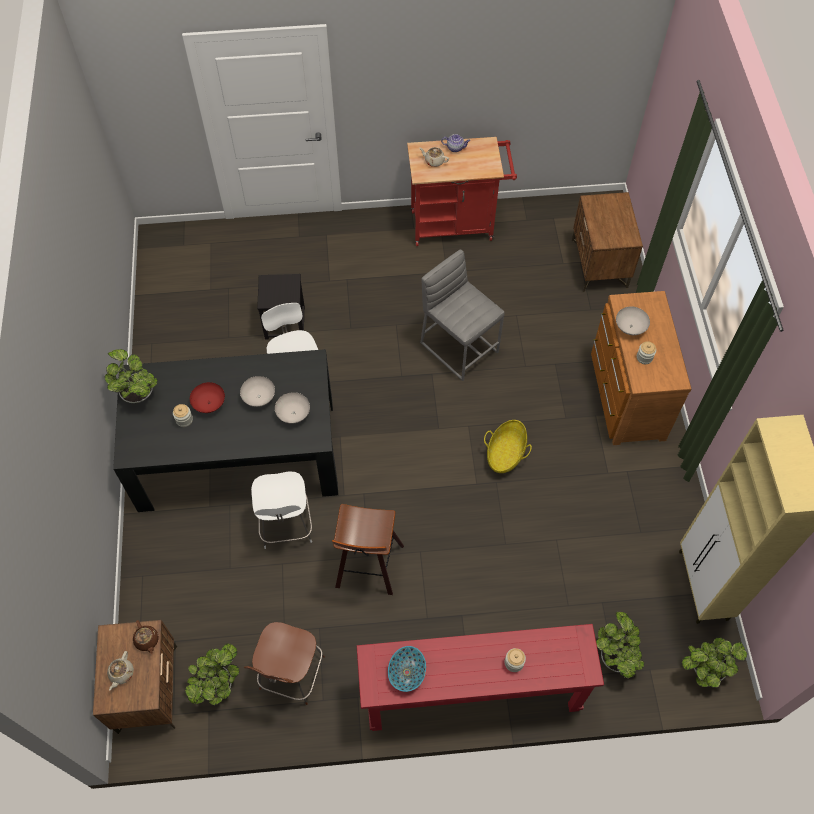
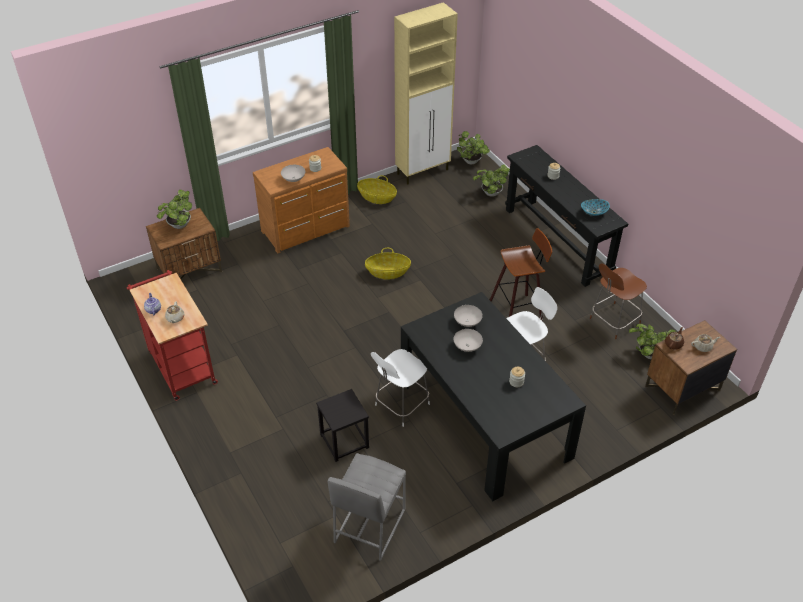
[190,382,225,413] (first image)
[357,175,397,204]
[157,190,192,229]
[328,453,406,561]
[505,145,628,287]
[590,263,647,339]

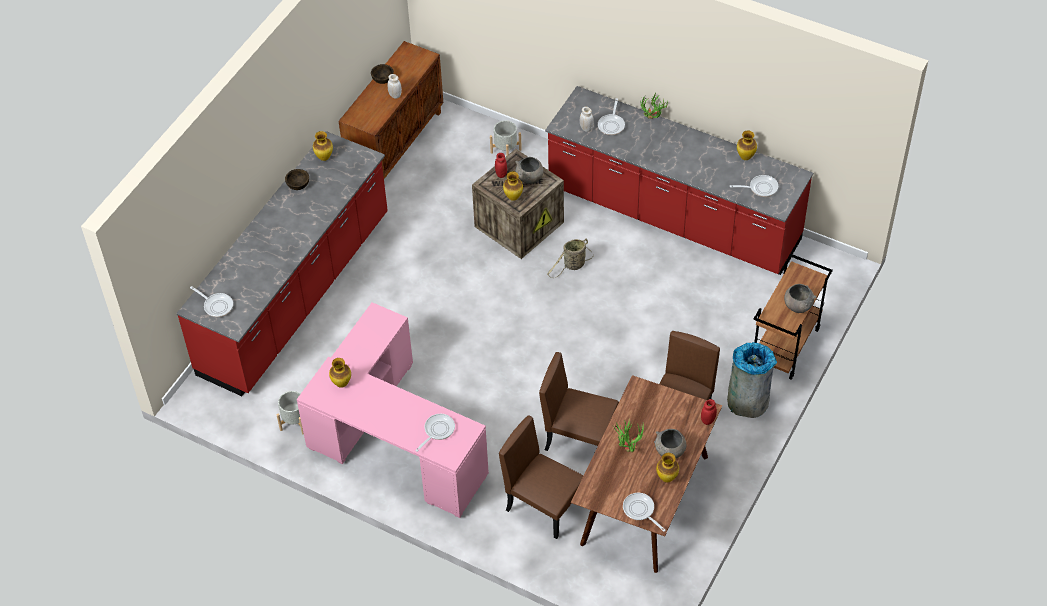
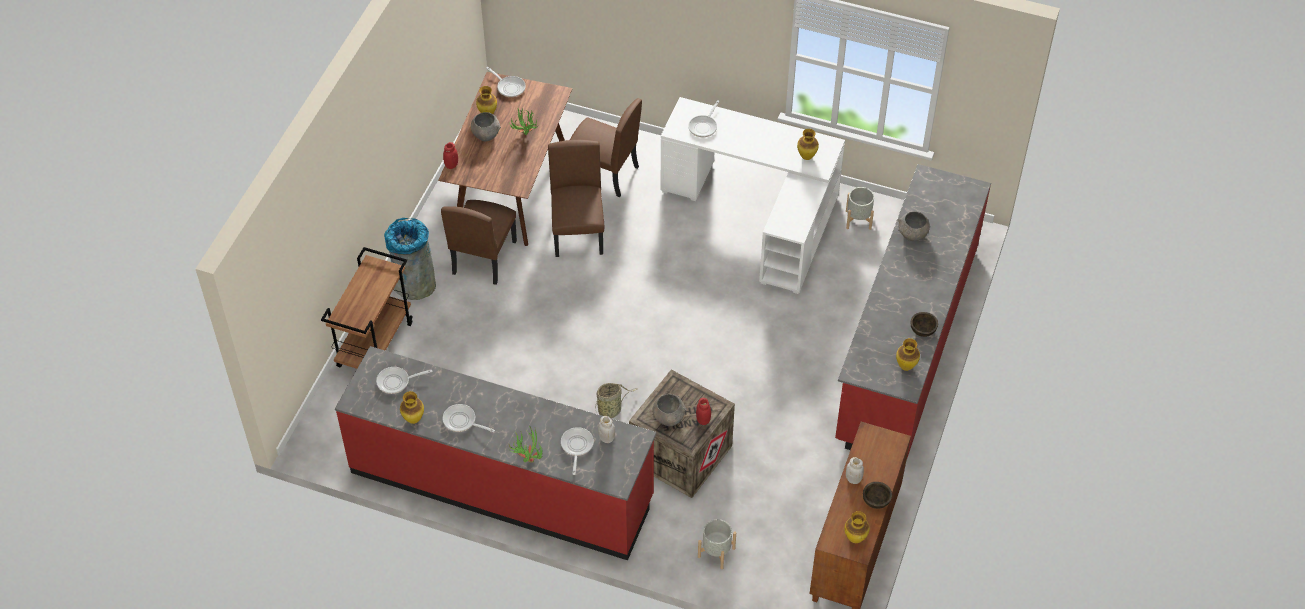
[443,404,495,432]
[844,511,870,543]
[898,211,930,241]
[660,97,845,294]
[548,140,604,257]

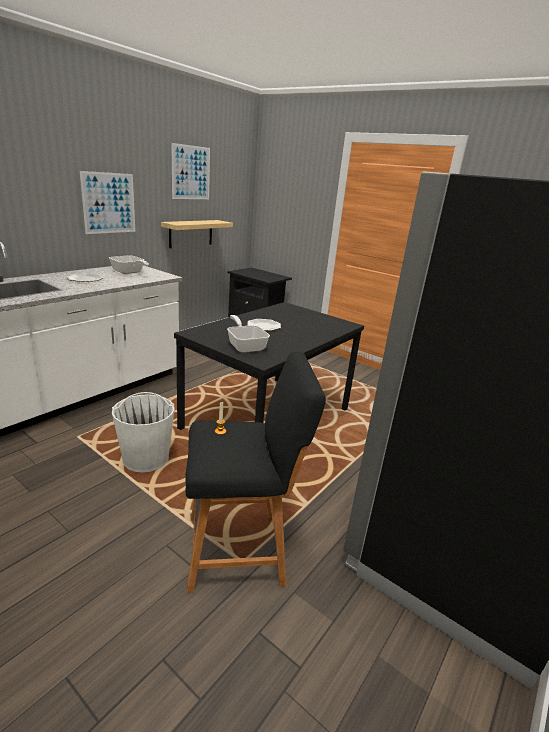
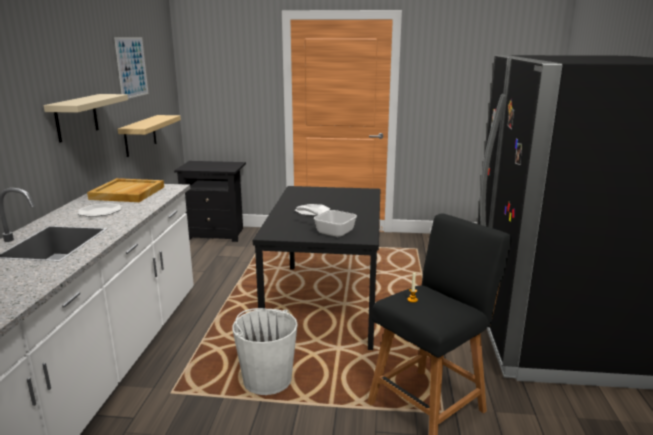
[44,94,128,143]
[87,178,164,202]

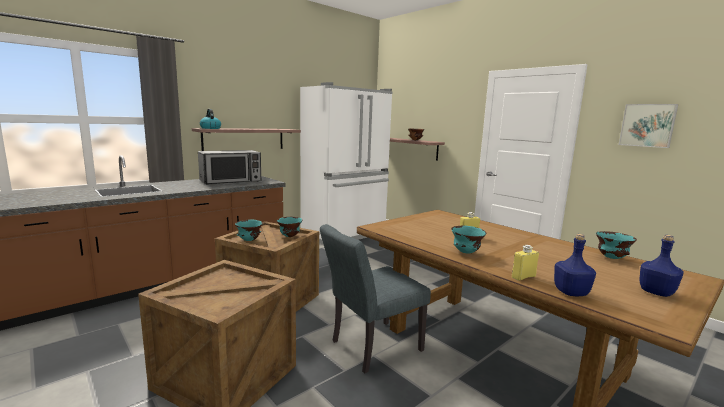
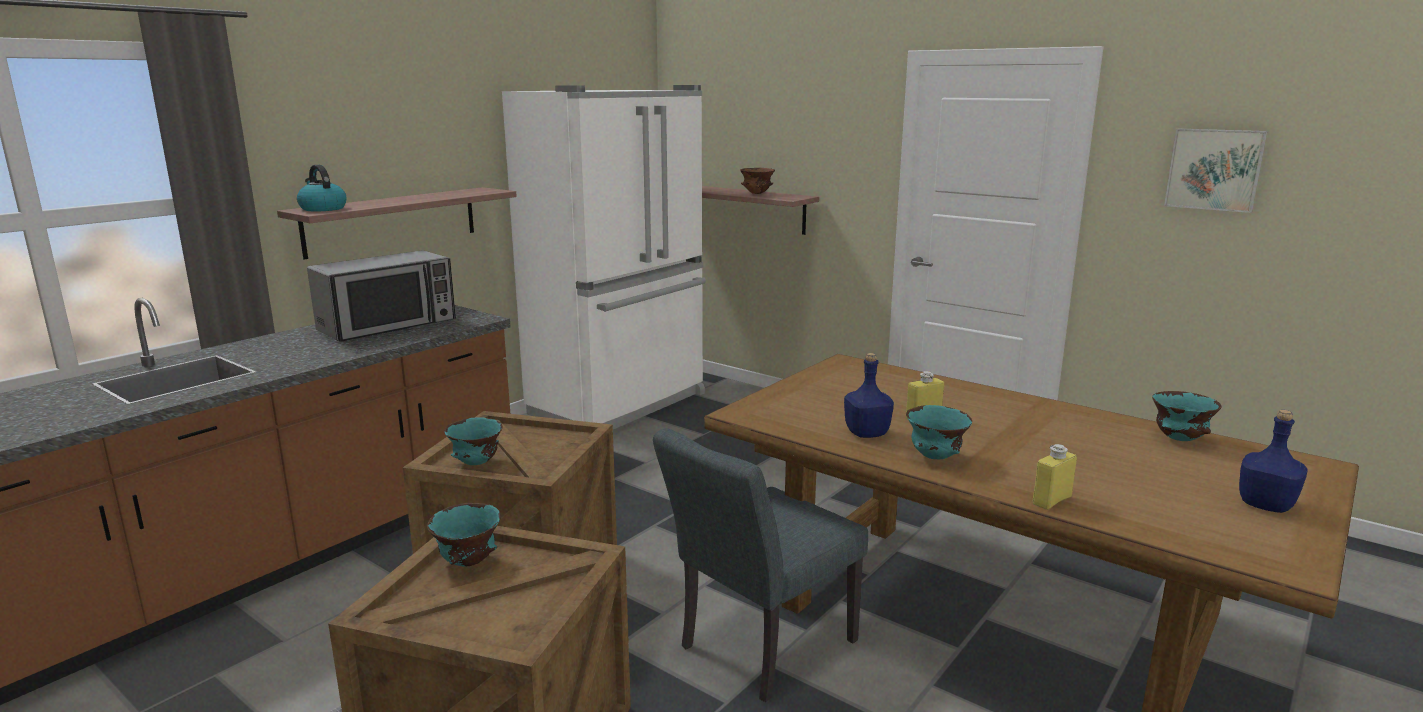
[427,503,501,566]
[844,353,894,438]

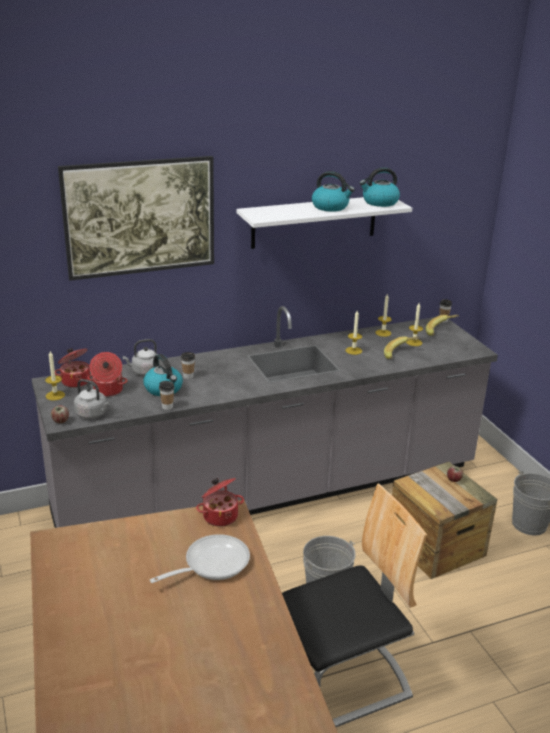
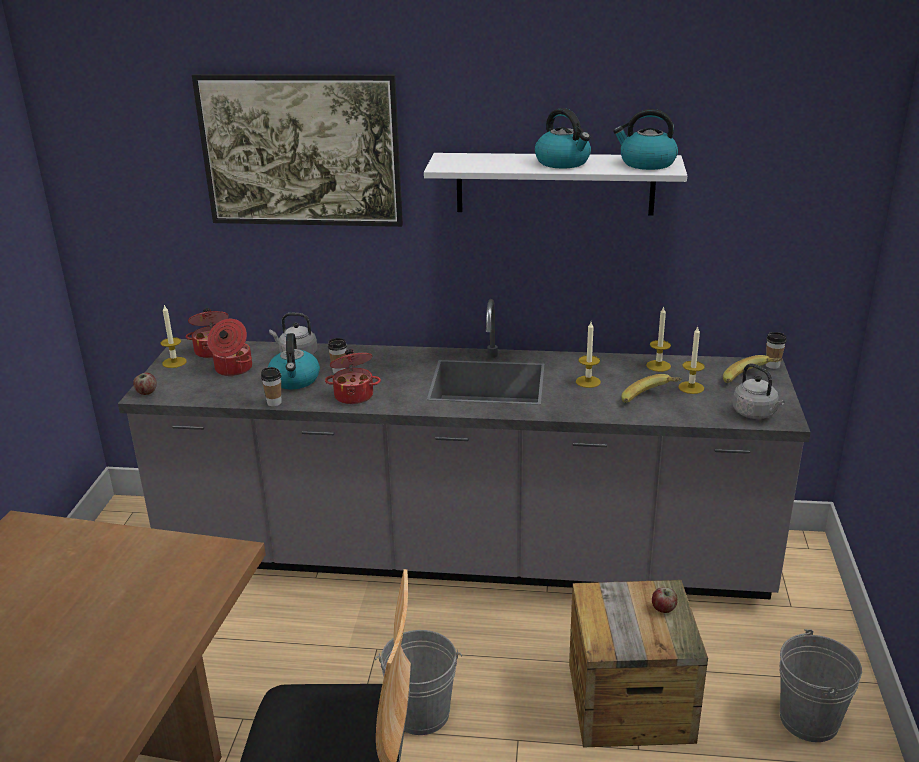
[150,534,250,583] (first image)
[733,363,785,419]
[325,349,381,404]

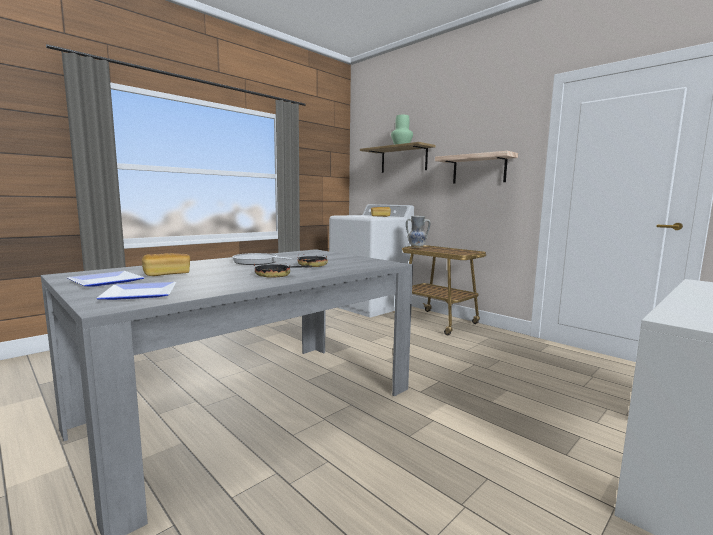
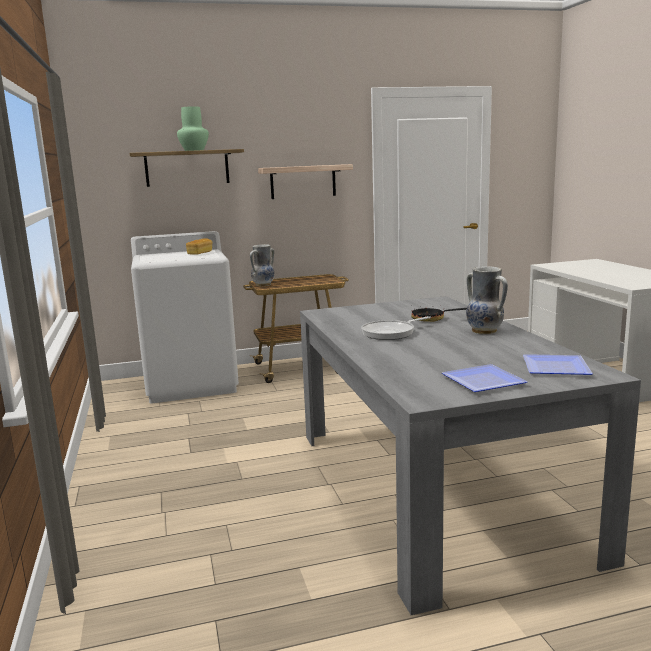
[142,253,190,276] (first image)
[466,266,508,334]

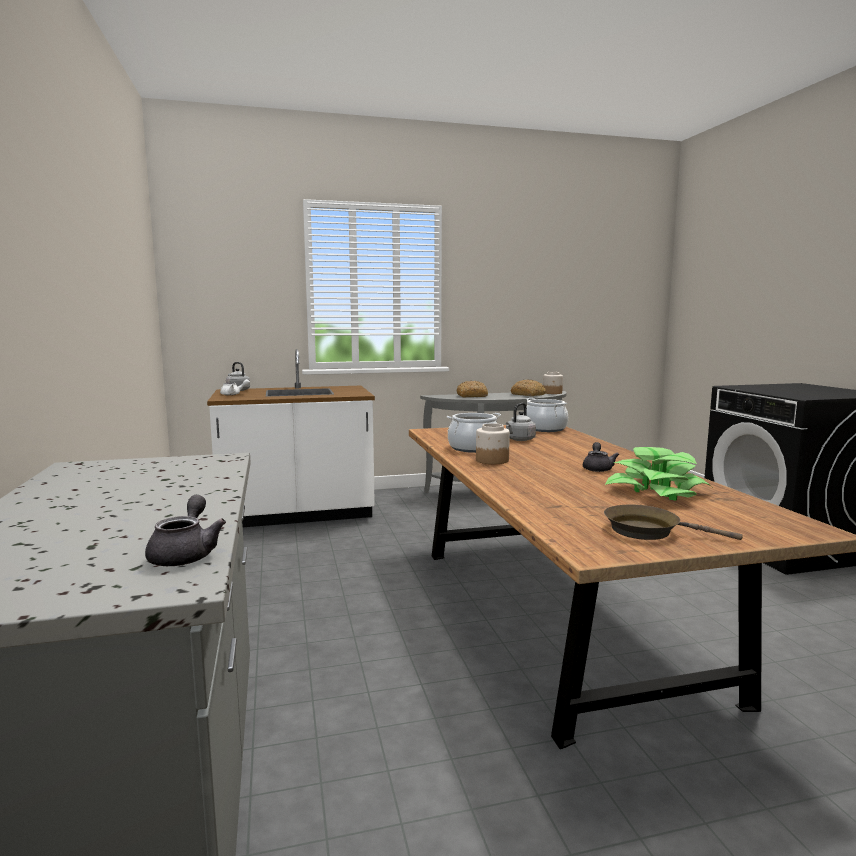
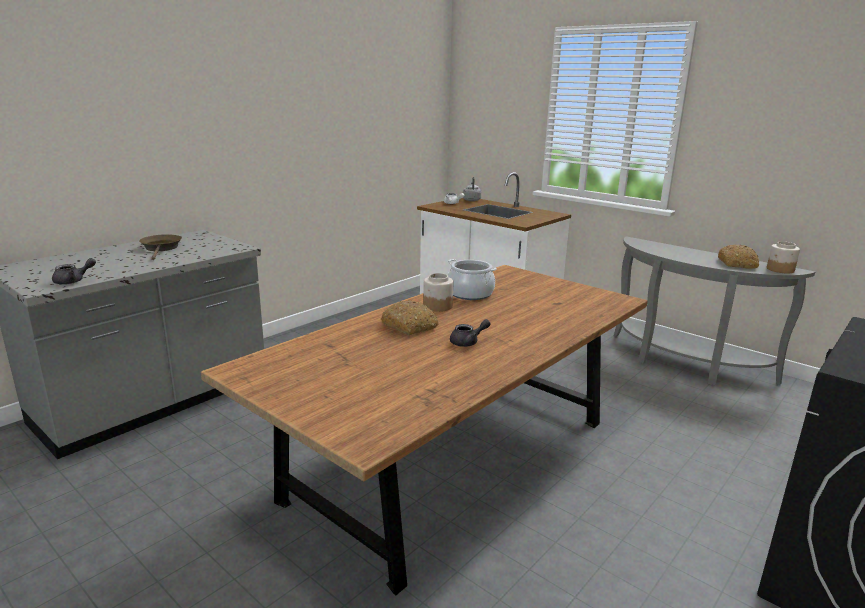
[506,403,536,441] (first image)
[523,398,568,432] (first image)
[605,447,712,501] (first image)
[381,300,439,335]
[139,234,182,260]

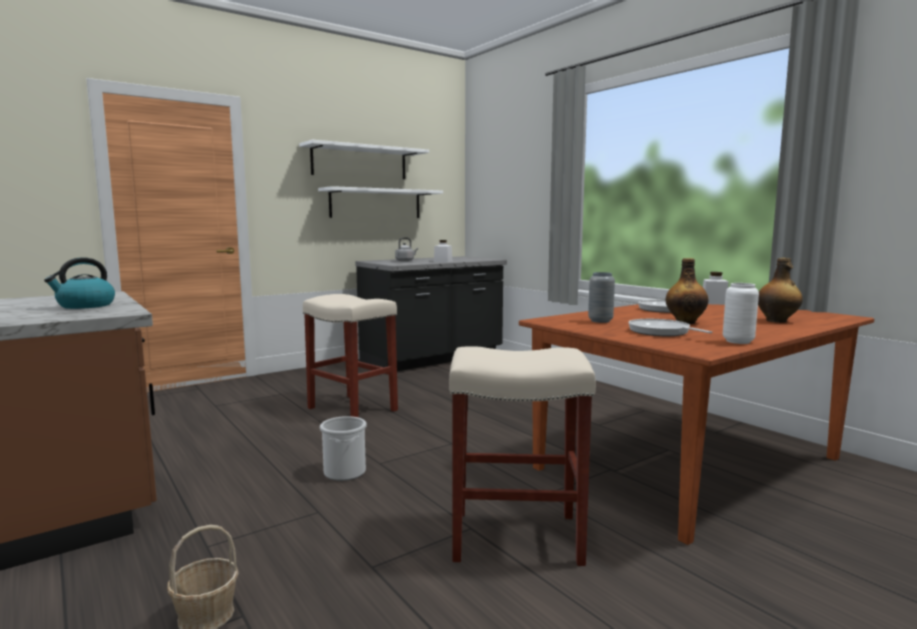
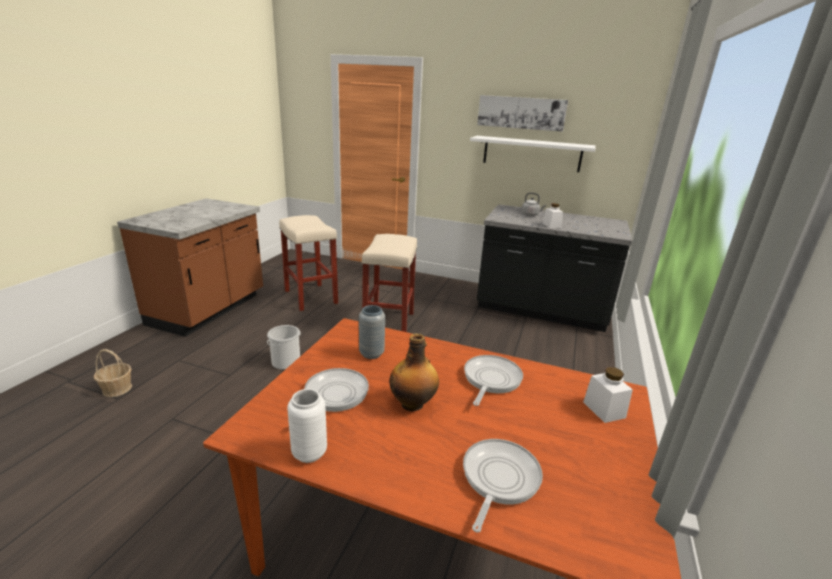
[44,257,115,309] (first image)
[279,215,338,311]
[477,95,568,132]
[463,439,543,532]

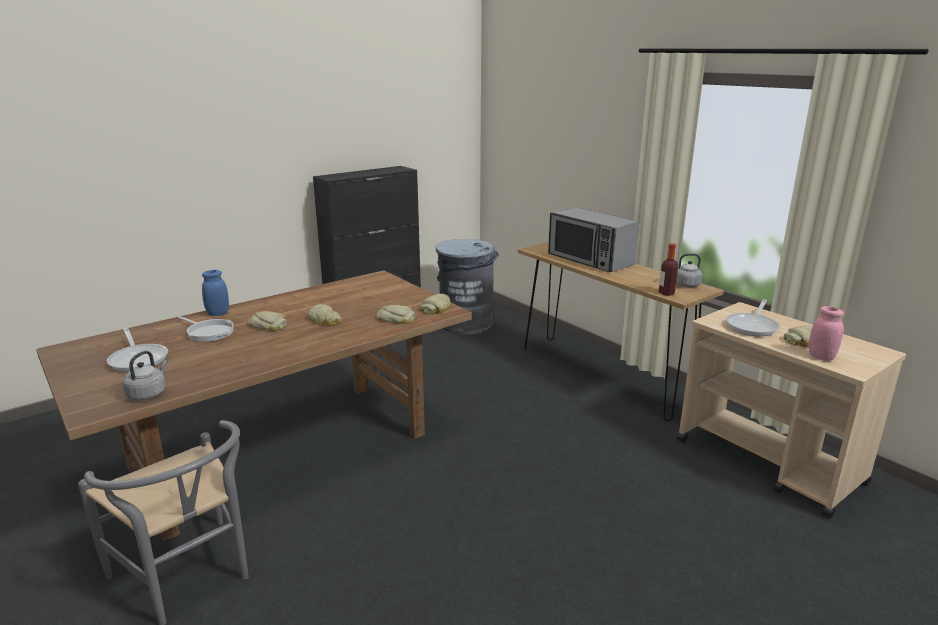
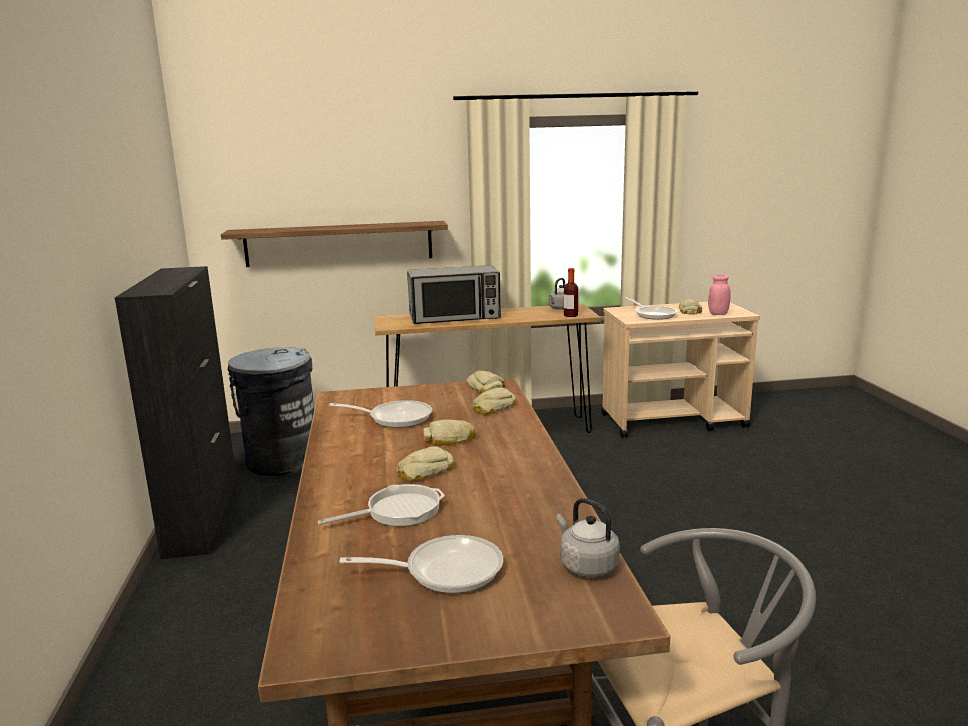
[202,270,229,316] (first image)
[221,221,448,267]
[329,400,432,428]

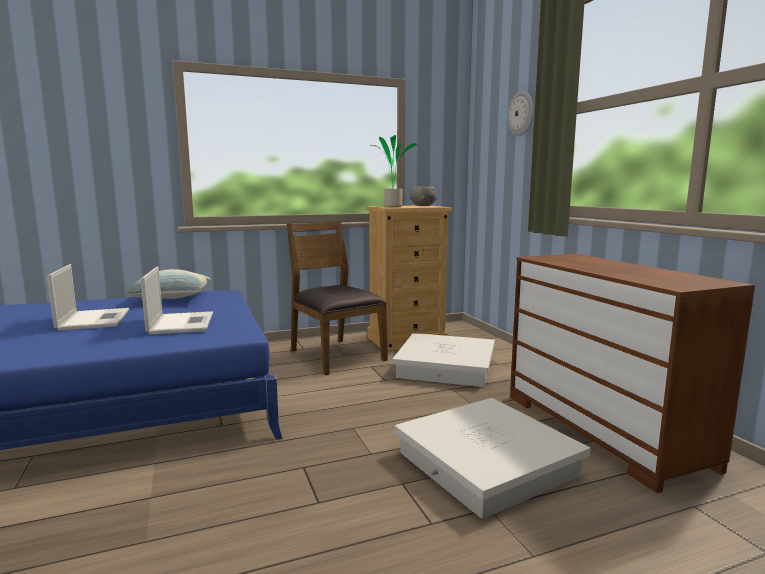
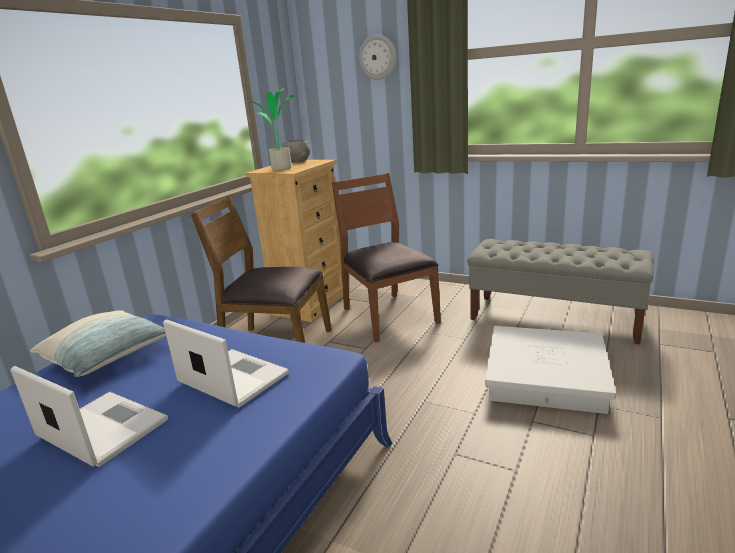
[332,173,441,342]
[467,239,654,344]

